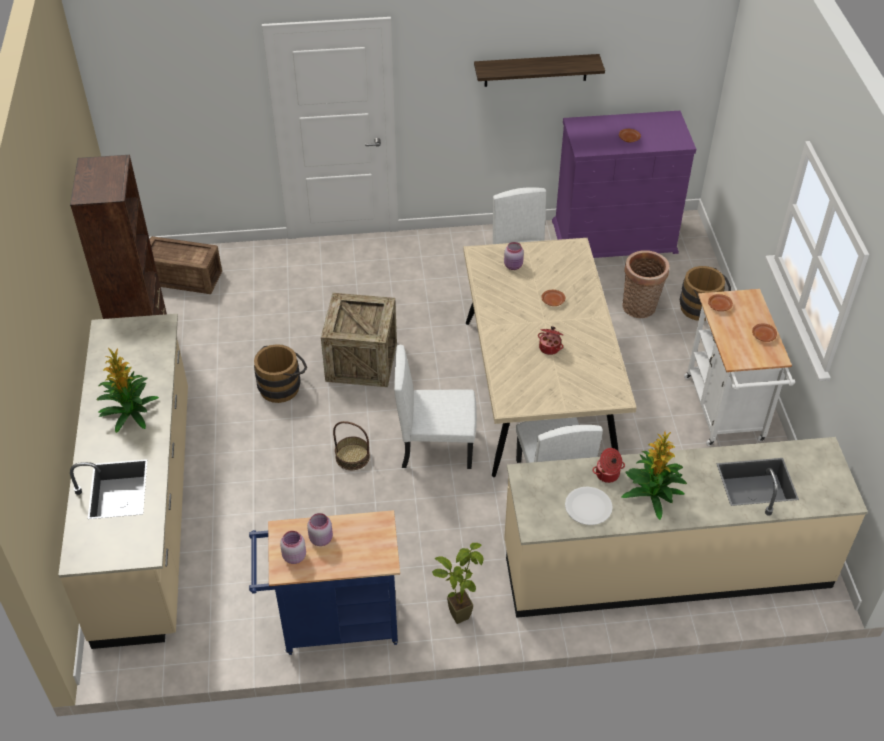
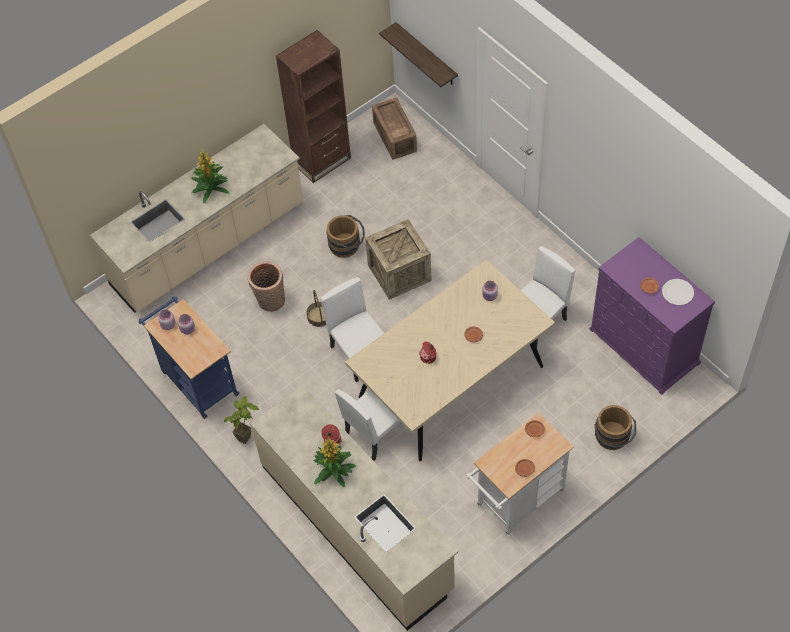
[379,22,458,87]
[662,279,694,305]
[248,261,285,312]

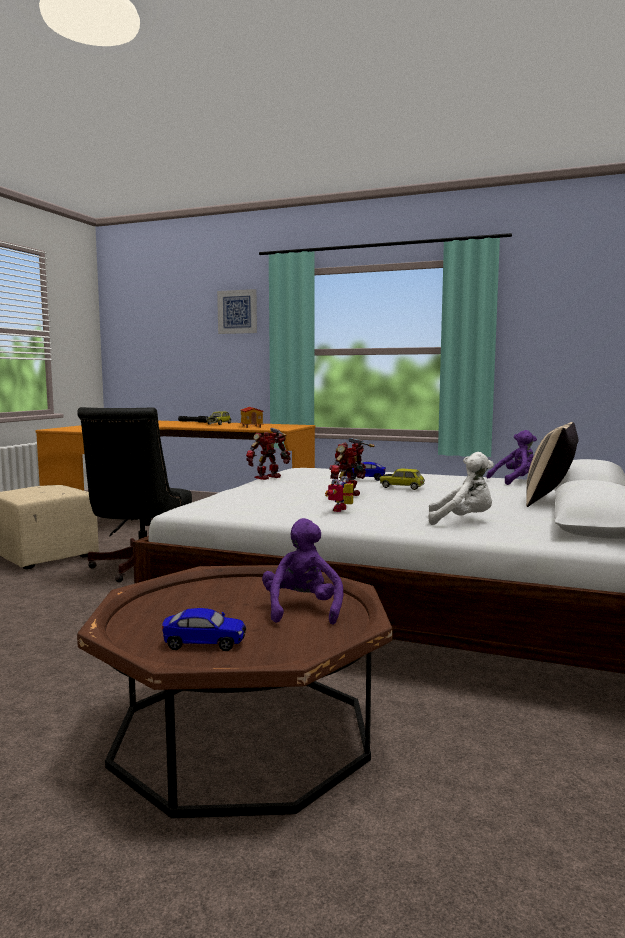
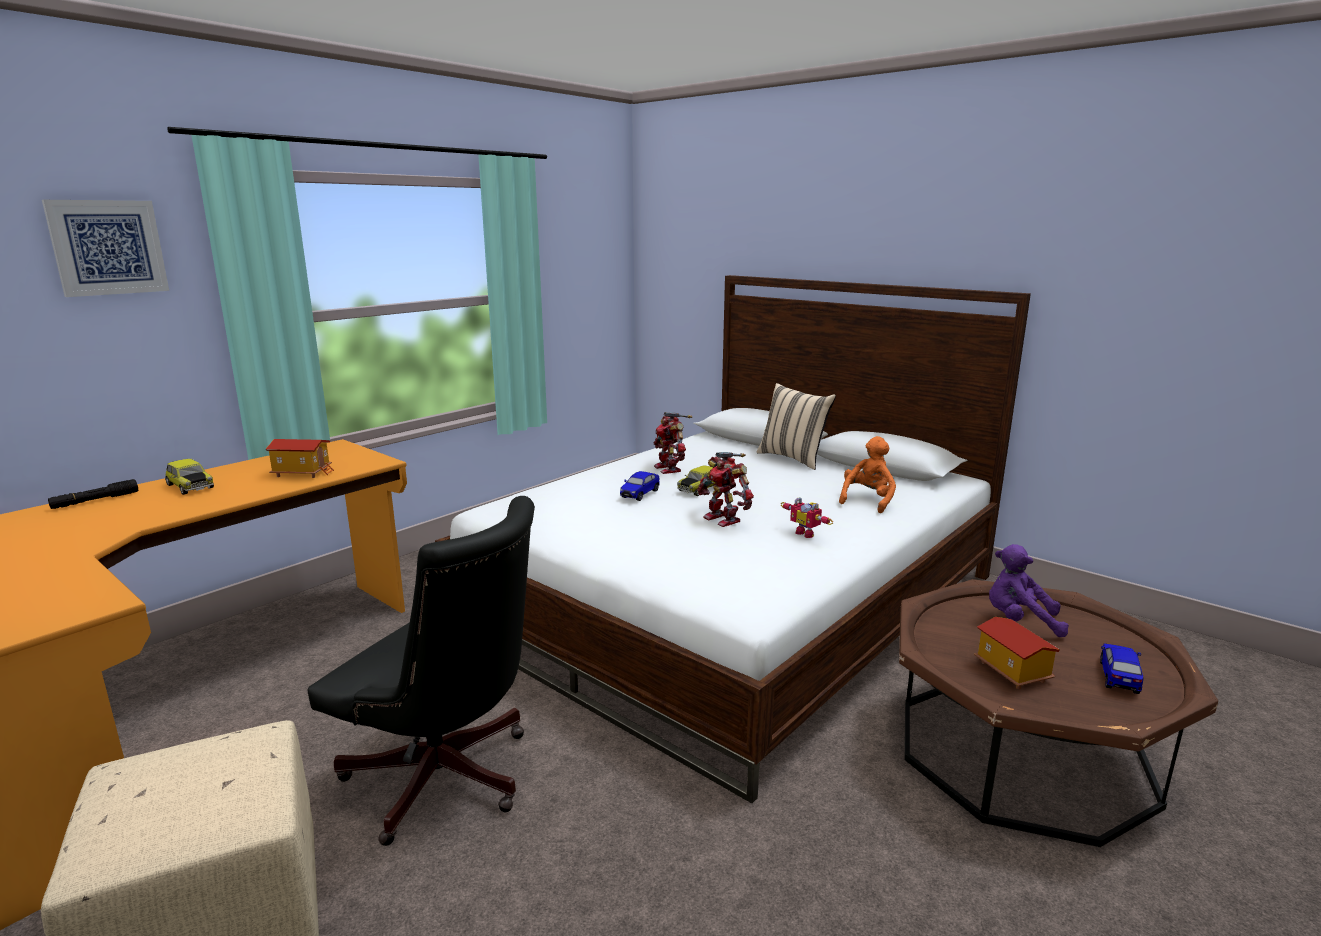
[487,430,537,485] (first image)
[974,617,1060,689]
[654,412,692,474]
[839,436,896,513]

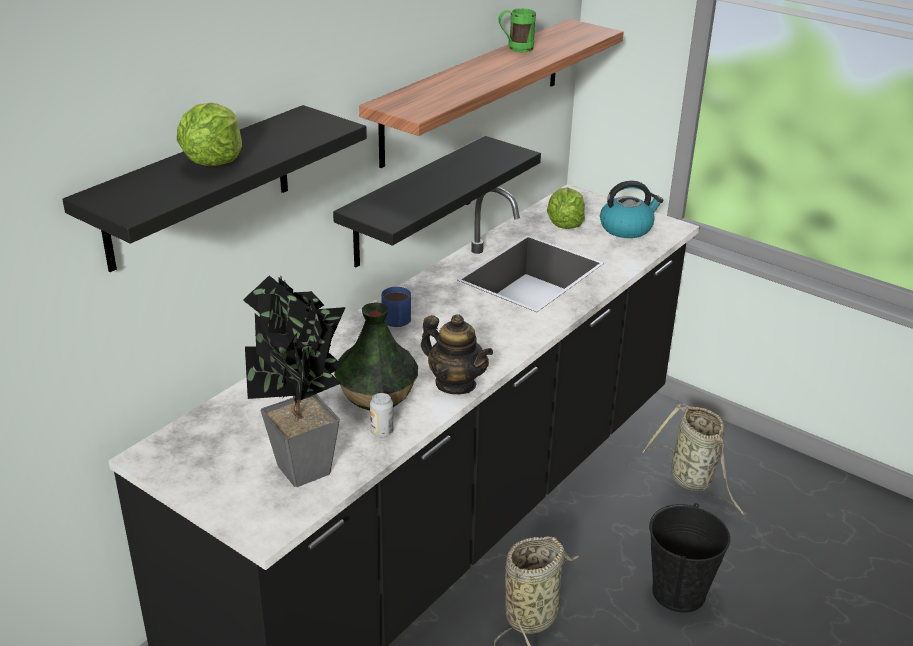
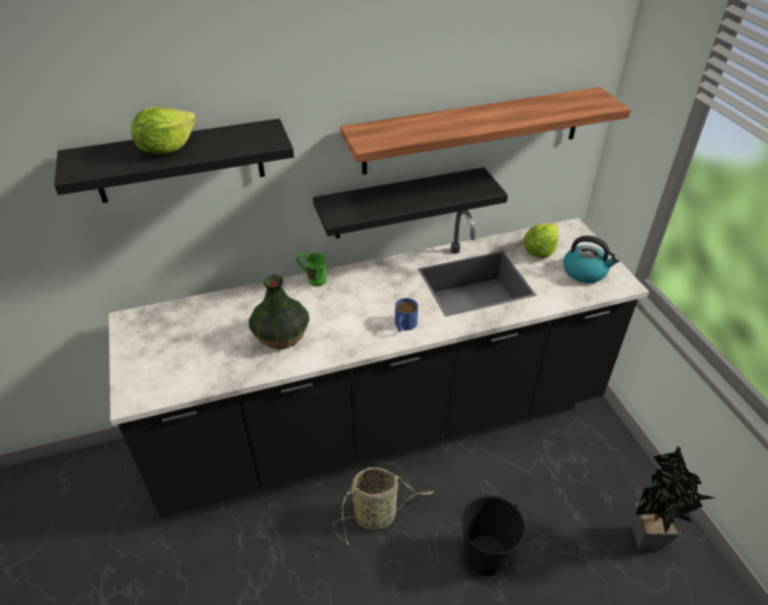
[370,393,393,437] (first image)
[421,314,493,394] (first image)
[642,404,746,515] (first image)
[632,446,715,551]
[395,298,418,332]
[296,253,327,286]

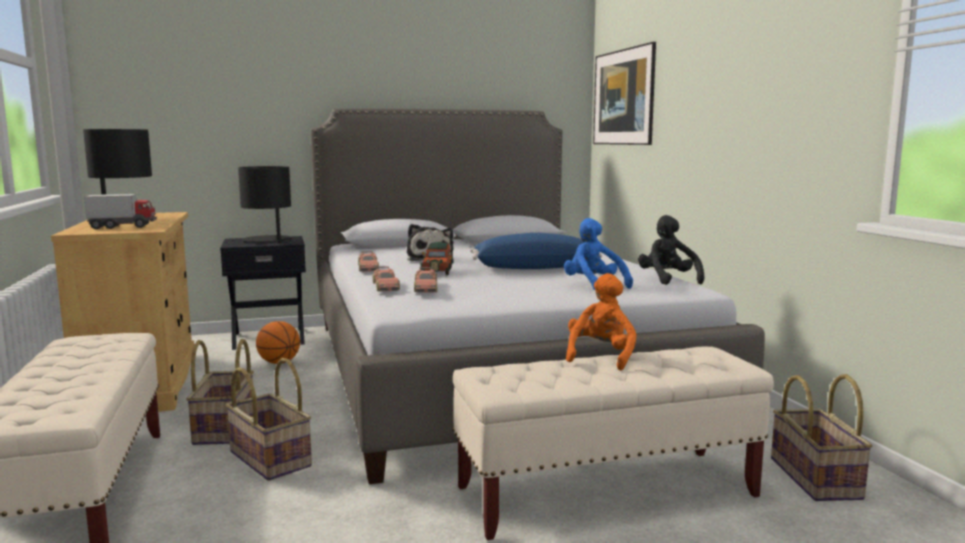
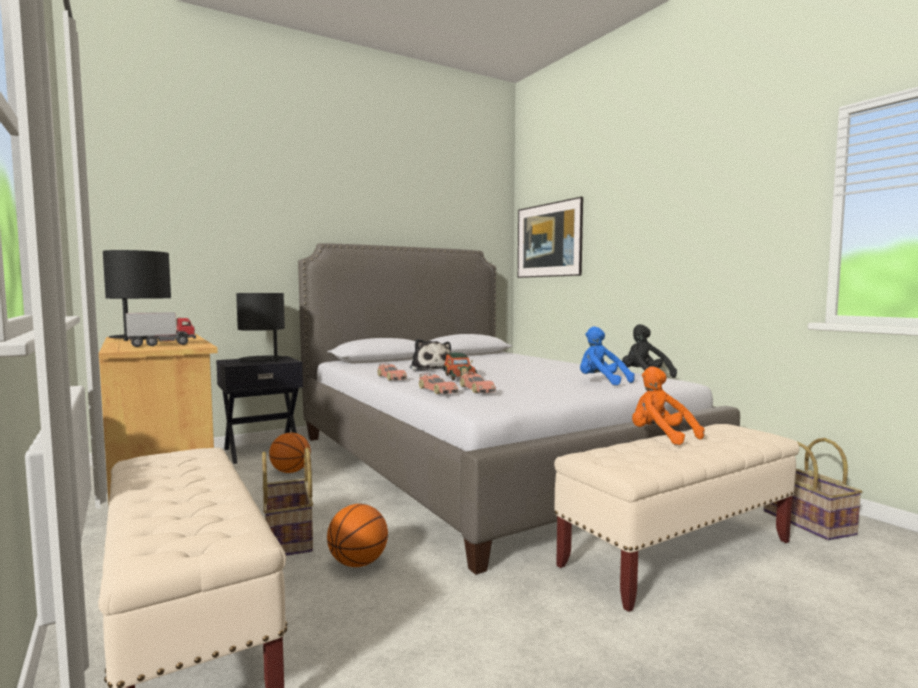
[470,233,602,269] (first image)
[327,504,388,567]
[632,366,704,445]

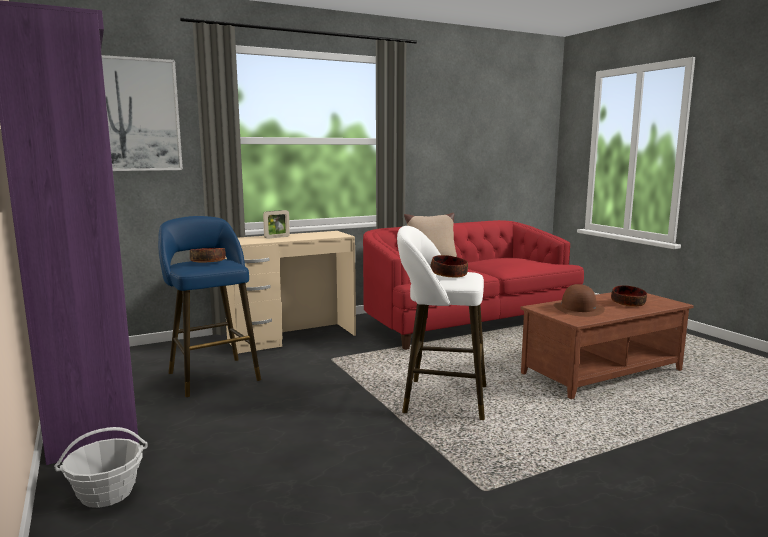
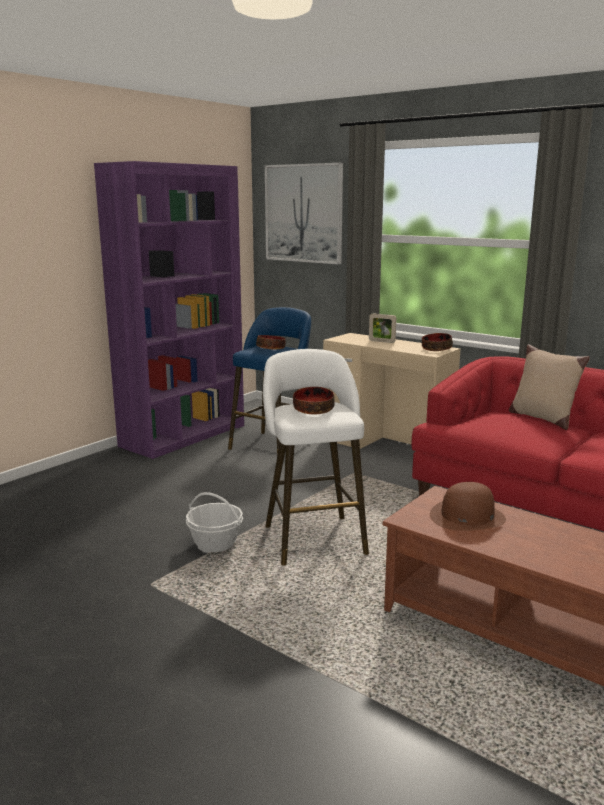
[186,492,243,553]
[422,333,453,351]

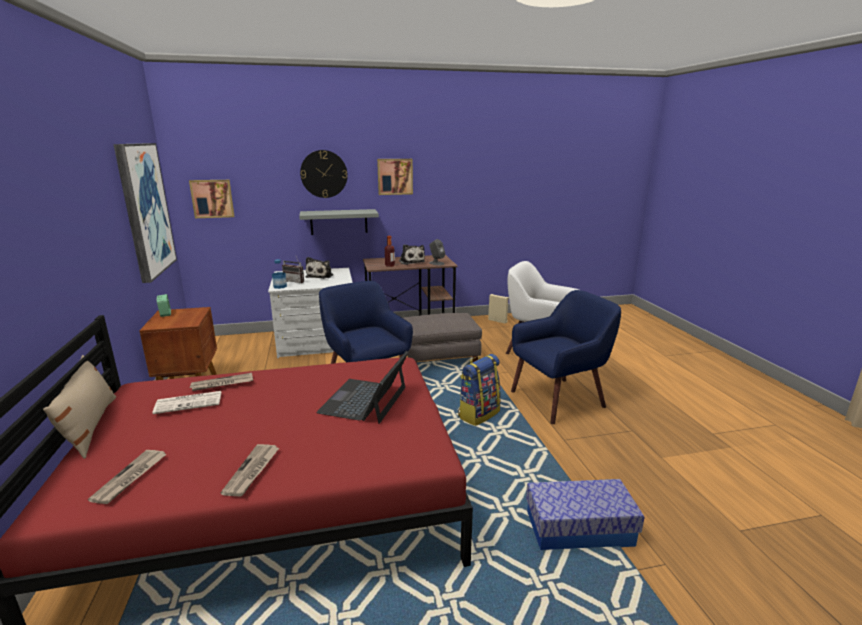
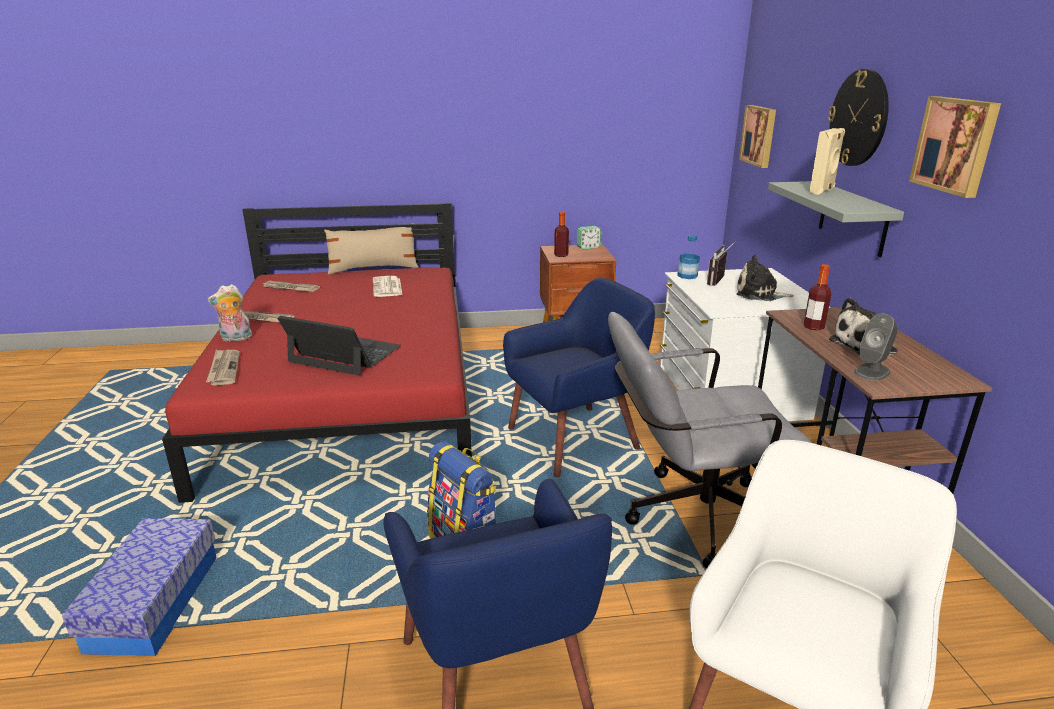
[113,143,177,283] (first image)
[208,284,252,342]
[554,212,569,257]
[206,350,240,386]
[809,128,845,195]
[608,312,812,569]

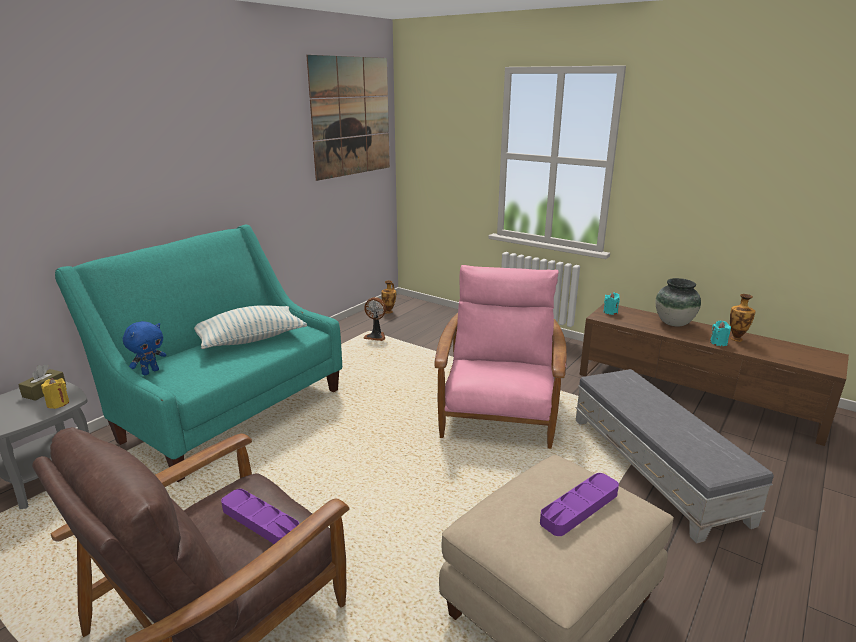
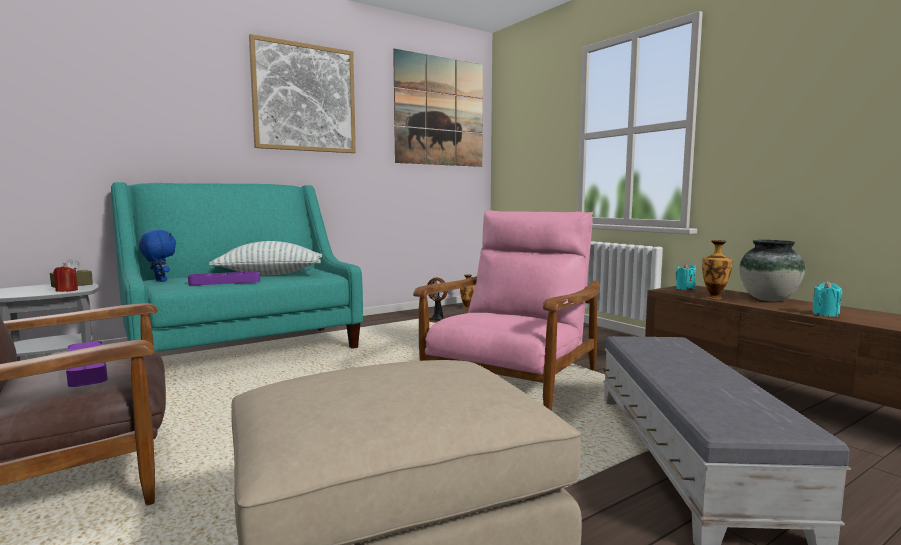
[249,34,356,153]
[188,271,260,286]
[702,240,733,300]
[53,264,78,292]
[139,230,176,282]

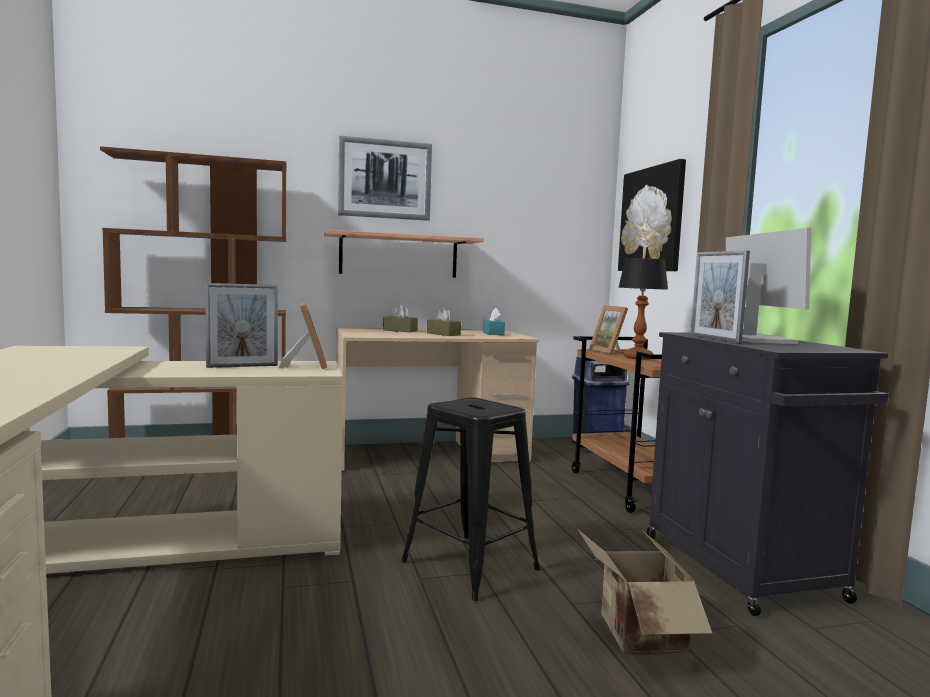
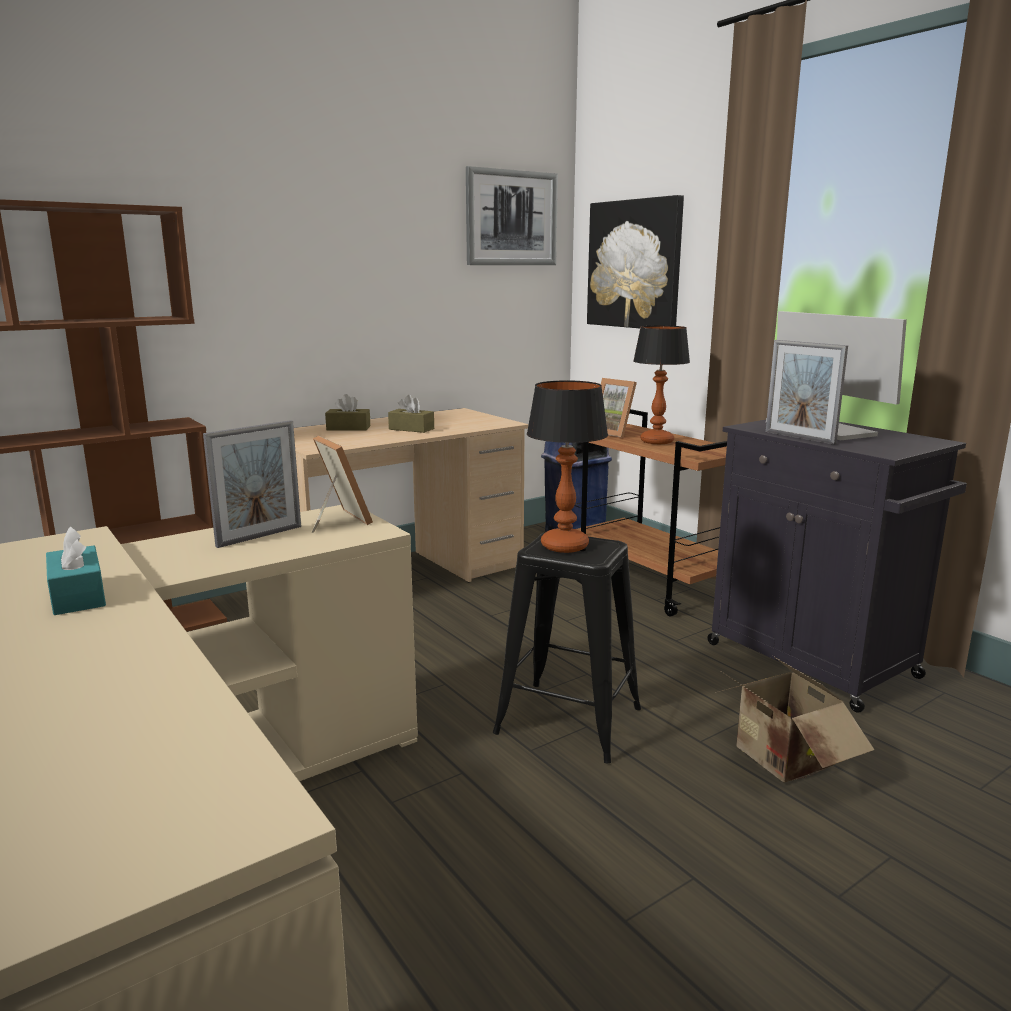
[324,230,484,278] (first image)
[527,381,608,553]
[466,166,558,265]
[46,526,106,615]

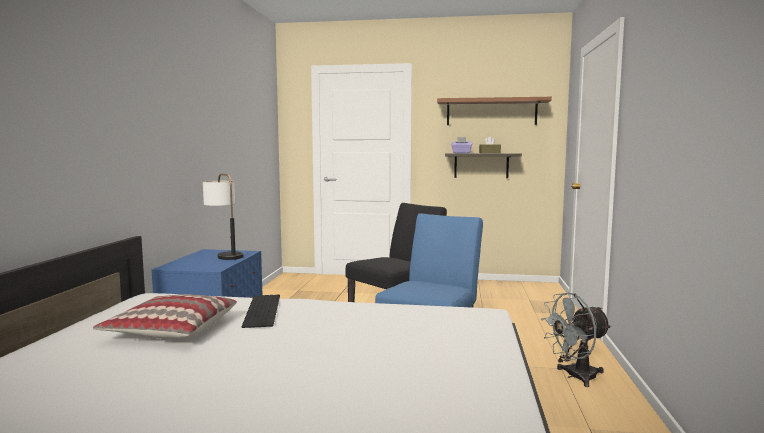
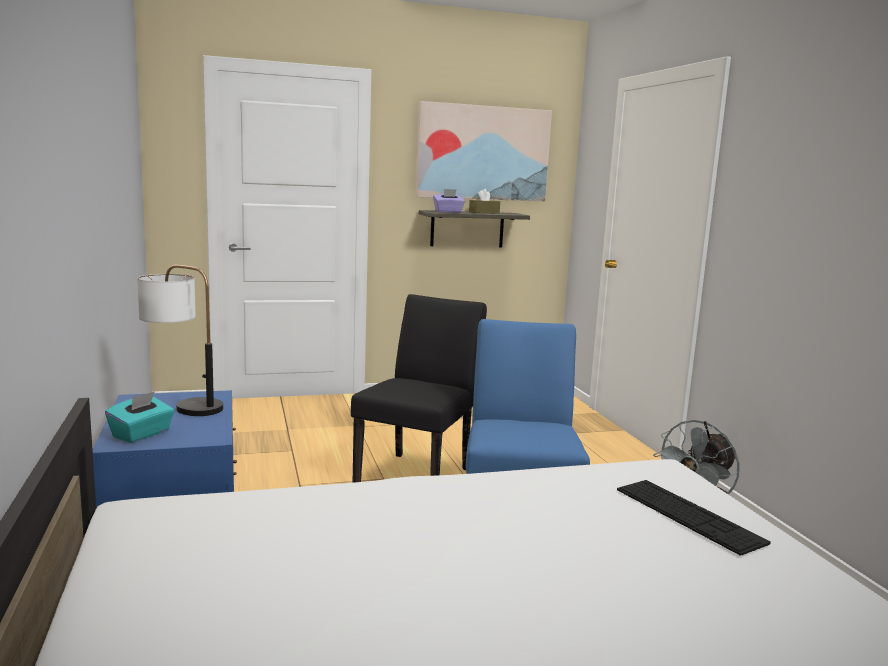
[93,294,237,340] (first image)
[105,391,174,443]
[617,480,771,556]
[416,101,552,201]

